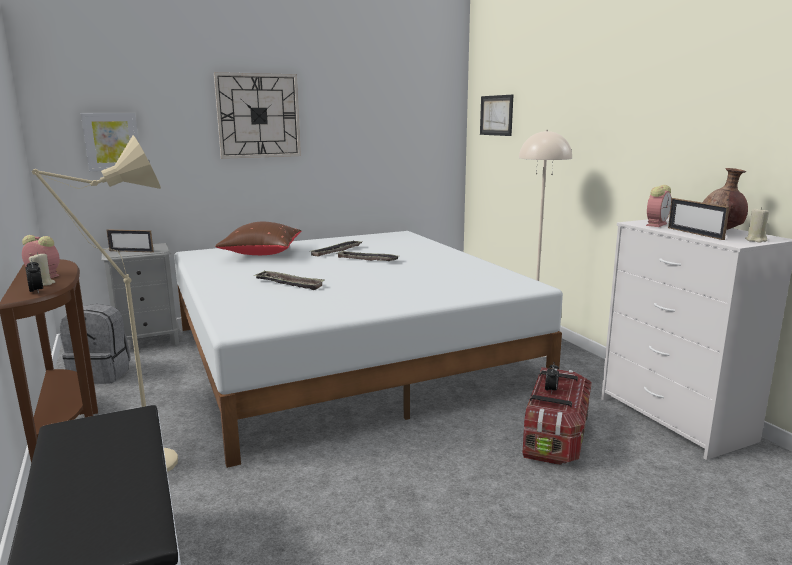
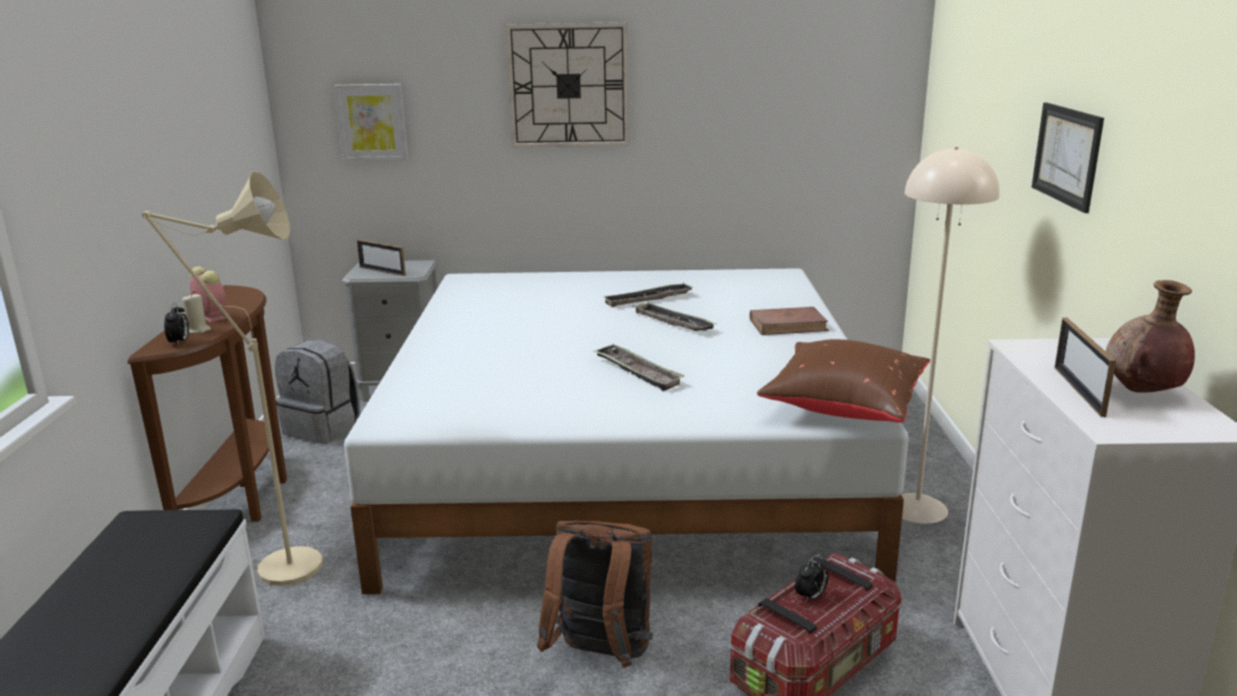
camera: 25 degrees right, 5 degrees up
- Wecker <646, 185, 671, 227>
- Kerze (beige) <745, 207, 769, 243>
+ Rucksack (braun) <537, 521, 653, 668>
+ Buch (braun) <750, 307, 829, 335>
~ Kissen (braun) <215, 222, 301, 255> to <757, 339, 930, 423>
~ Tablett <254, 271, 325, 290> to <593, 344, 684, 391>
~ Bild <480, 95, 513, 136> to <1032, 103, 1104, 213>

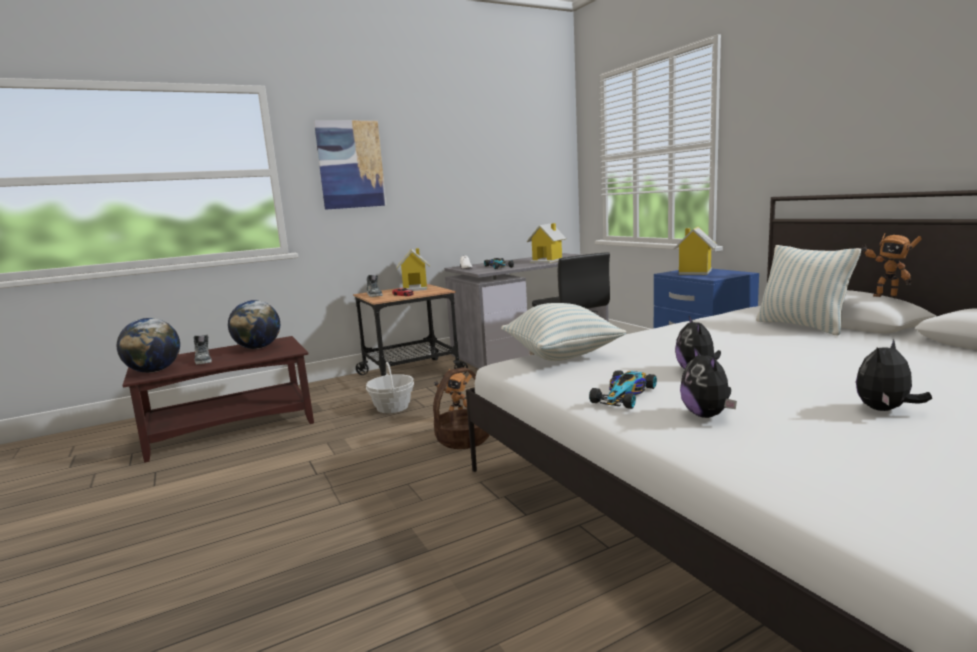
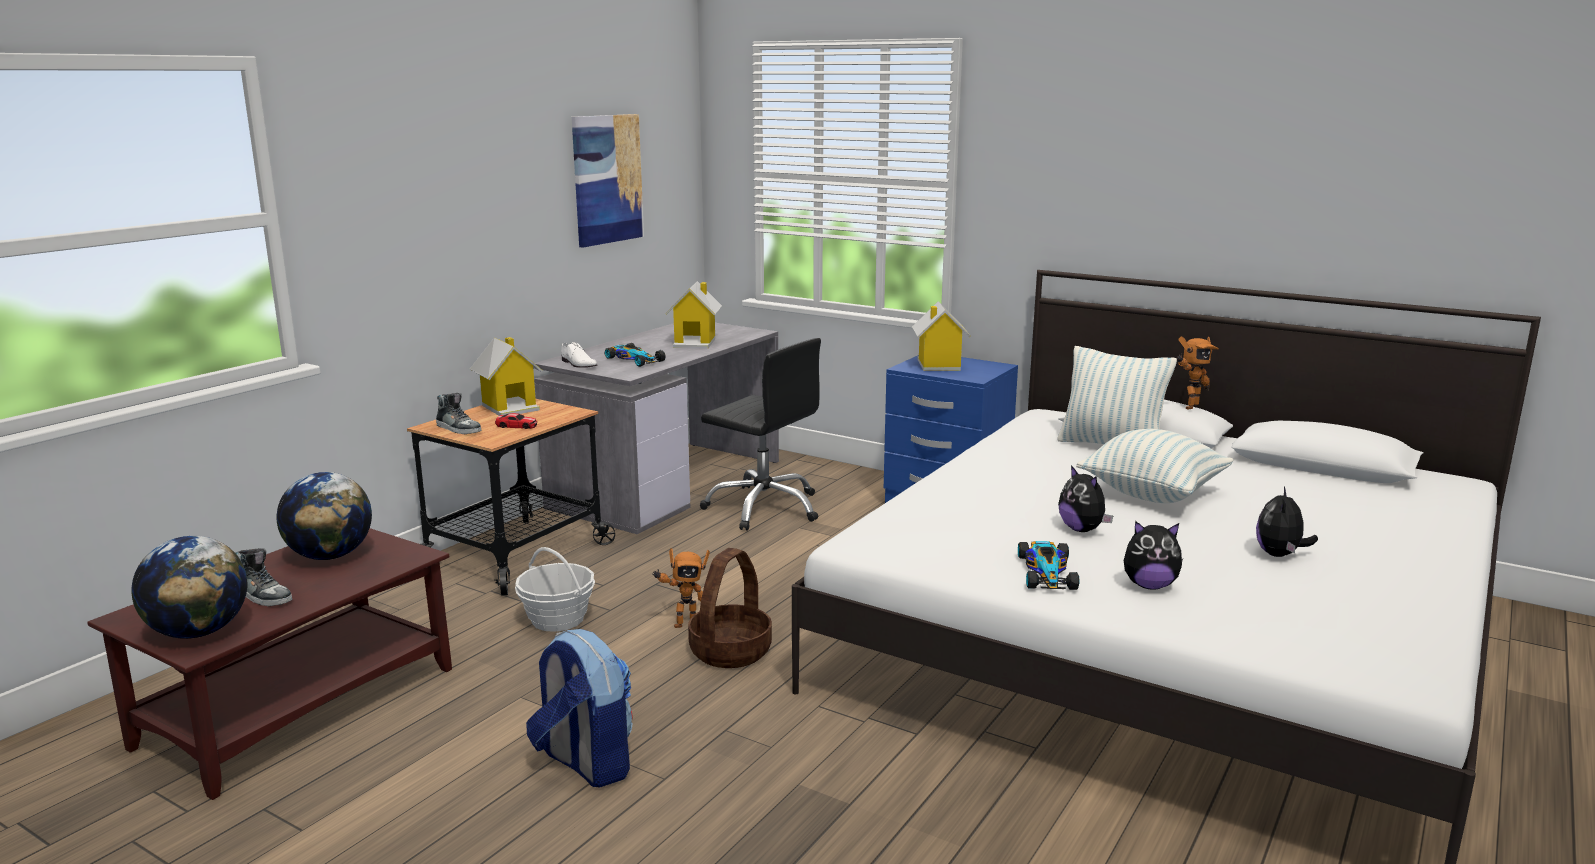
camera: 30 degrees left, 5 degrees up
+ Rucksack <526, 629, 633, 787>
~ Bild <314, 120, 386, 210> to <572, 114, 644, 248>
~ Kissen <501, 303, 626, 361> to <1076, 429, 1234, 503>
~ Plüschtier <680, 347, 737, 418> = <1124, 521, 1183, 590> 45 degrees counterclockwise
~ Spielzeugroboter <860, 233, 922, 297> = <1177, 336, 1218, 410> 45 degrees counterclockwise

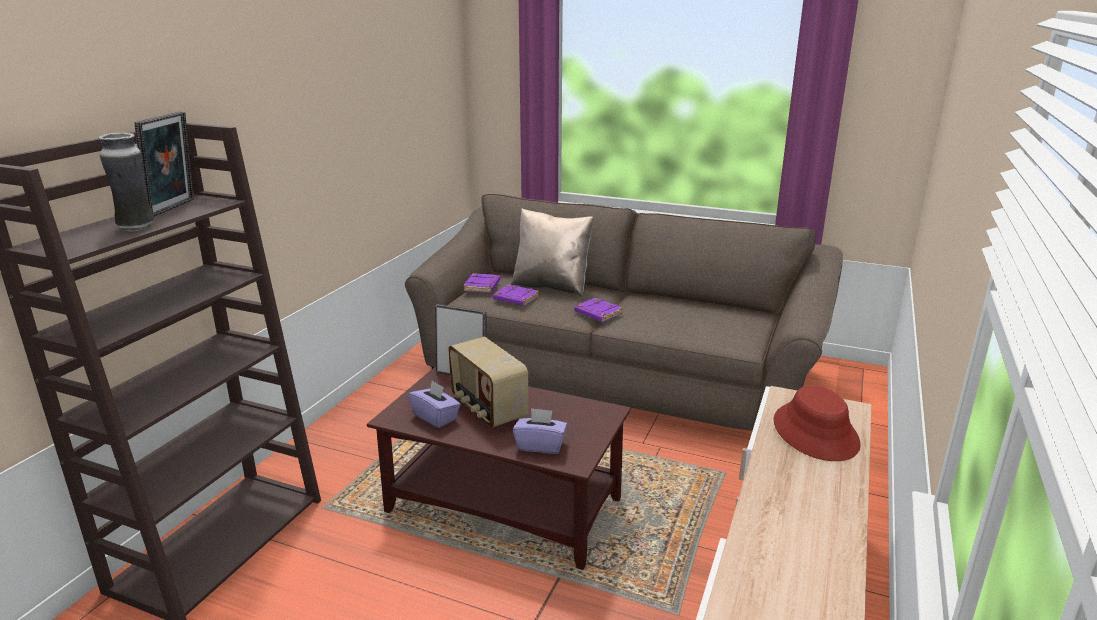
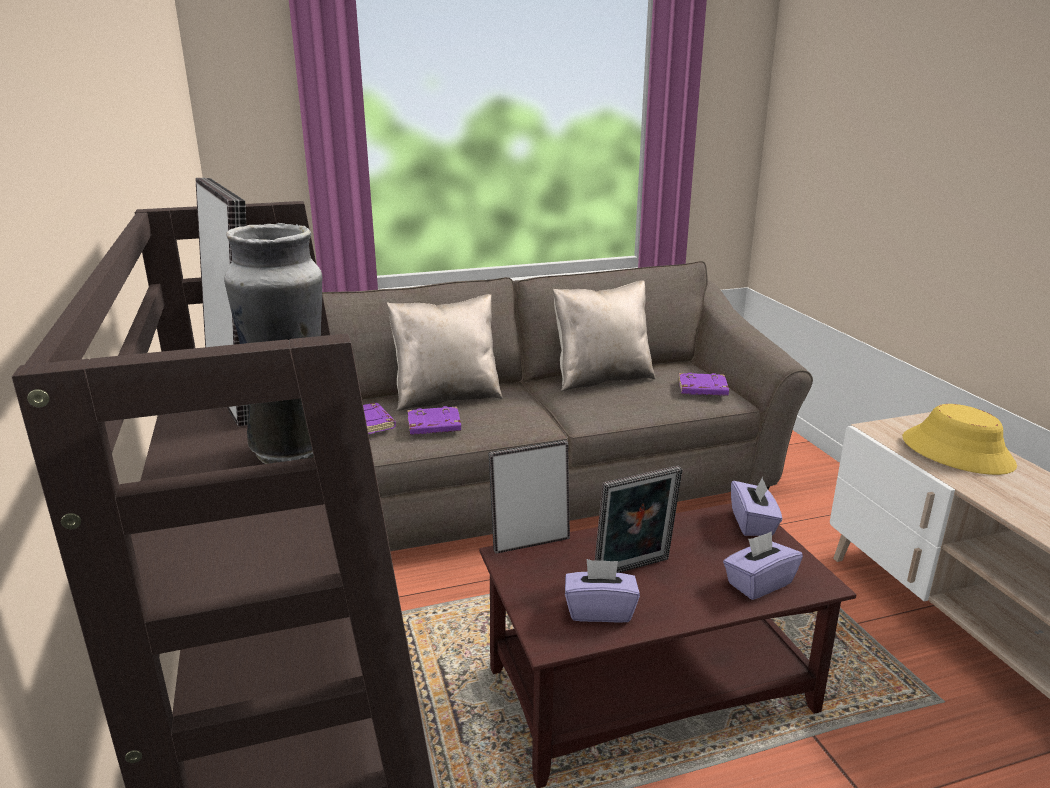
camera: 40 degrees left, 0 degrees up
+ Kissen (beige) <553, 280, 655, 391>
+ Taschentuchbox (lila) <731, 477, 782, 536>
~ Buch (lila) <574, 298, 623, 322> to <678, 373, 729, 396>
~ Radio <448, 337, 528, 428> to Bilderrahmen <595, 466, 682, 573>
~ Hut (rot) <774, 385, 861, 461> to Hut (gelb) <902, 404, 1017, 475>

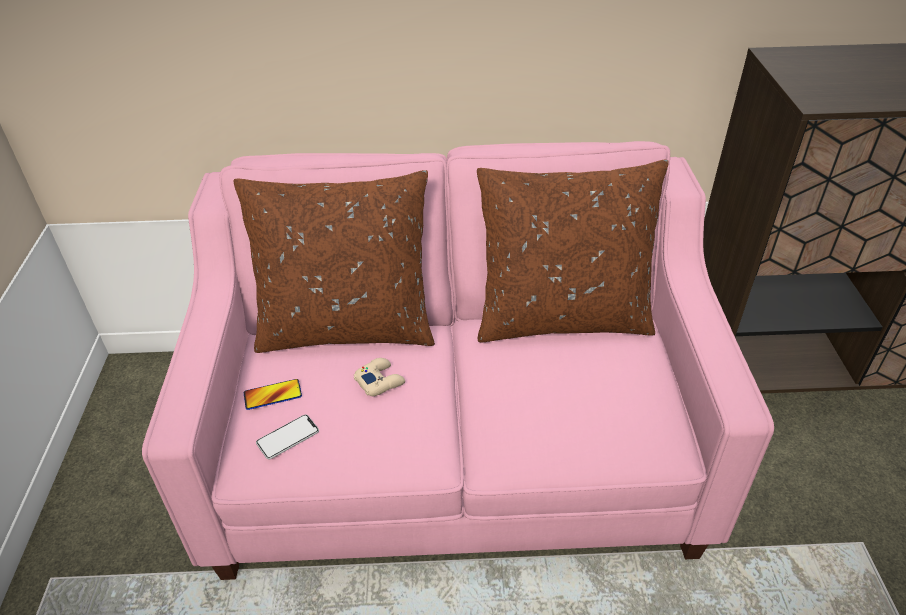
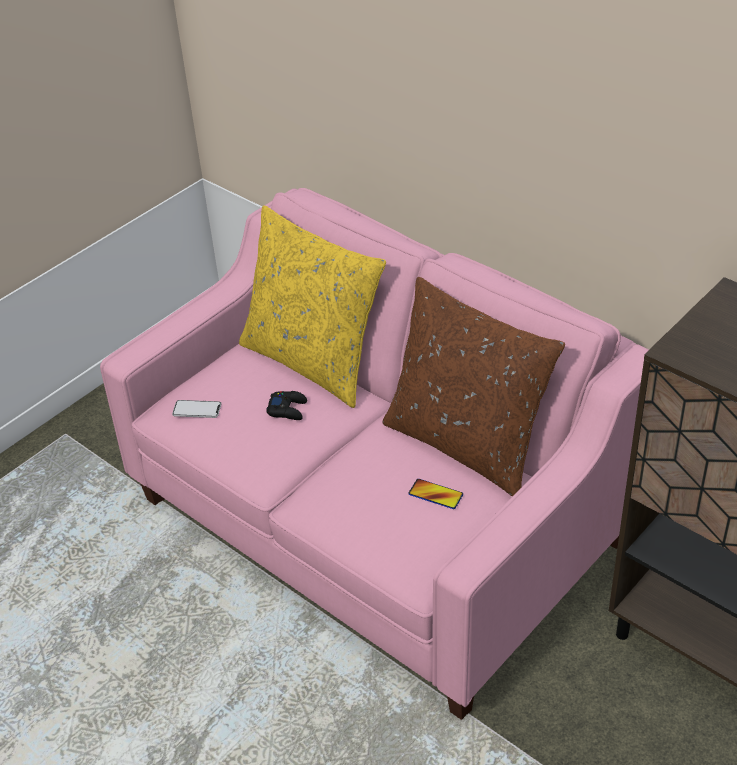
camera: 45 degrees right, 0 degrees up
~ Handy <244, 379, 302, 410> to <409, 479, 463, 509>
~ Kissen (braun) <233, 170, 435, 353> to Kissen (gelb) <239, 206, 386, 408>
~ Gamepad (beige) <354, 358, 405, 396> to Gamepad (schwarz) <266, 391, 307, 420>

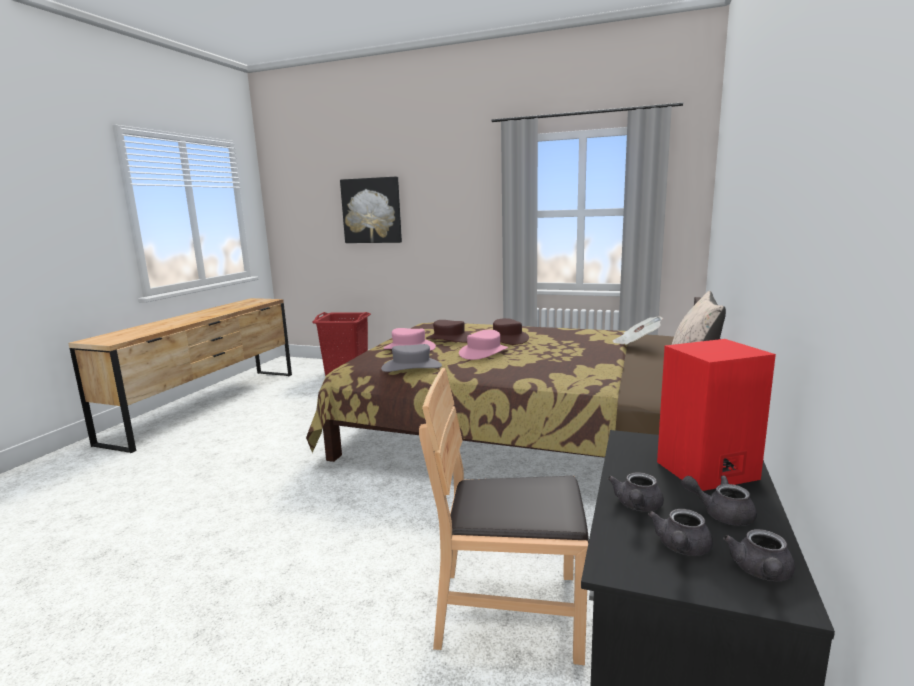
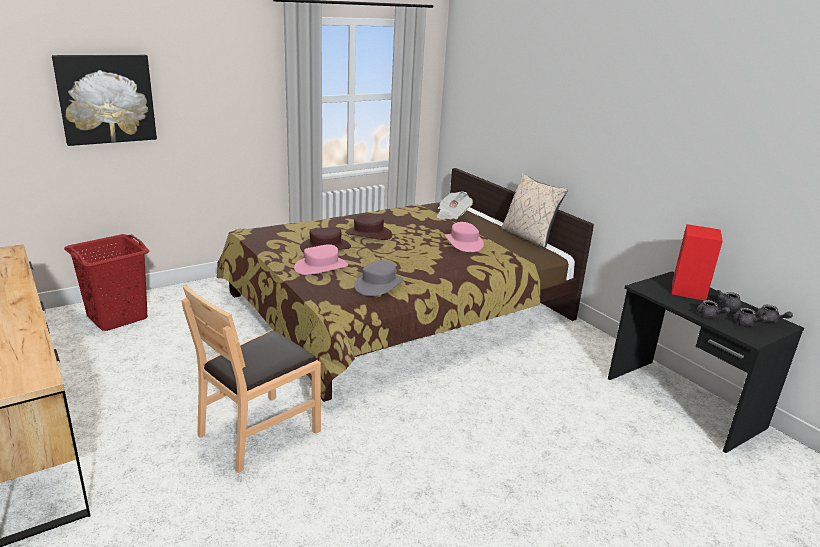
camera: 55 degrees left, 10 degrees up
~ Stuhl (braun) <419, 368, 589, 665> to <181, 285, 321, 473>
~ Hut (rosa) <459, 330, 508, 360> to <445, 222, 484, 252>

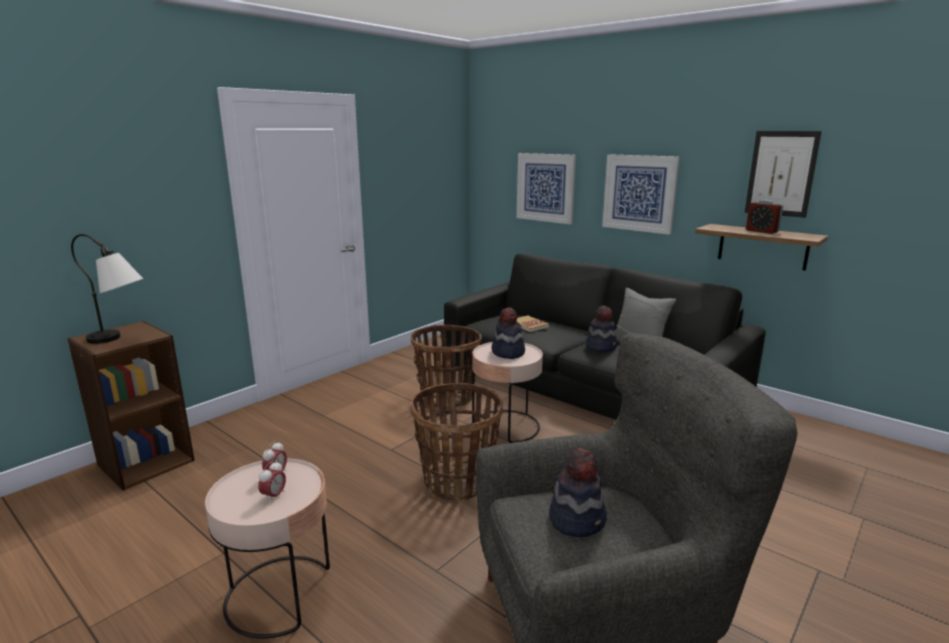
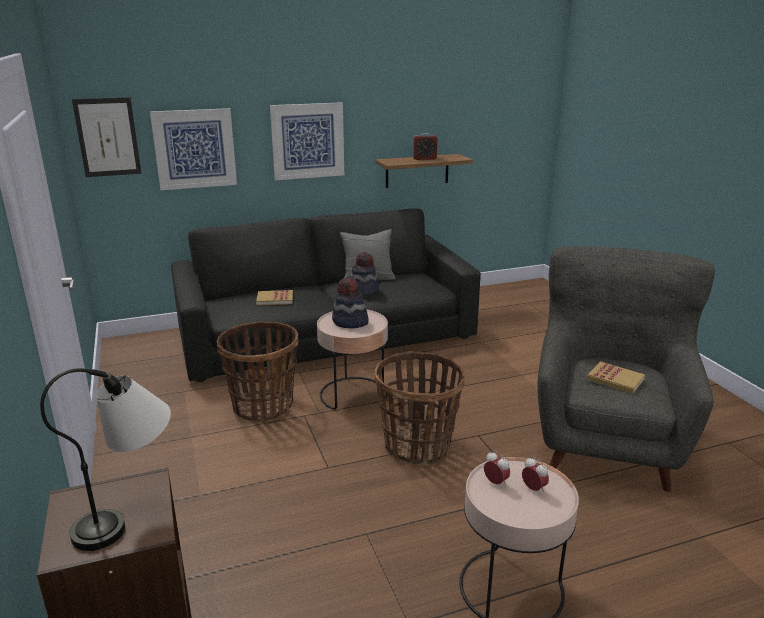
camera: 60 degrees left, 5 degrees up
~ Bild <745, 131, 822, 218> to <72, 97, 141, 177>
~ Hut <549, 448, 607, 537> to Buch <587, 361, 645, 394>

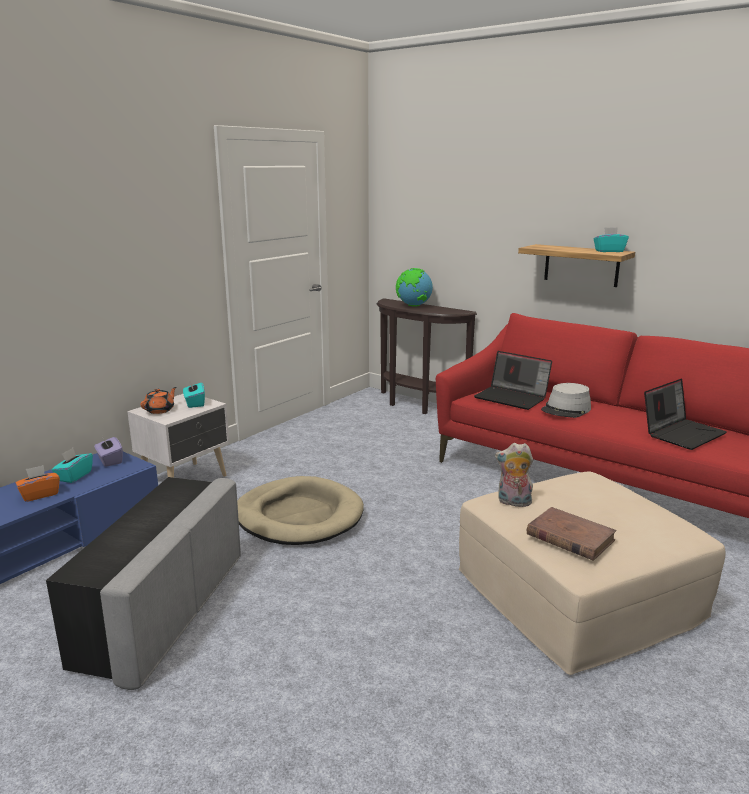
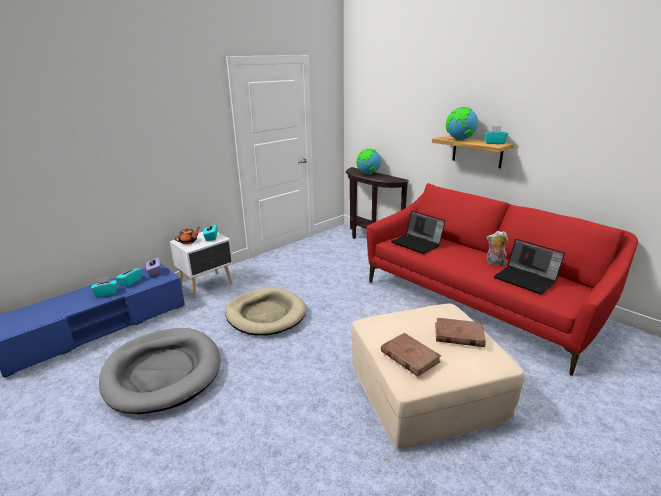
camera: 10 degrees right, 5 degrees up
- Hut (grau) <541, 383, 591, 418>
+ Buch (braun) <435, 318, 486, 347>
+ Globus <446, 107, 478, 140>
~ Plüschtier <495, 443, 533, 507> to <487, 231, 508, 266>
~ Polsterhocker (grau) <46, 477, 241, 690> to Hundebett (grau) <99, 328, 221, 414>
~ Taschentuchbox (orange) <16, 465, 60, 502> to Taschentuchbox (türkis) <91, 276, 117, 298>
~ Laptop <644, 378, 727, 450> = <494, 239, 565, 294> 75 degrees clockwise

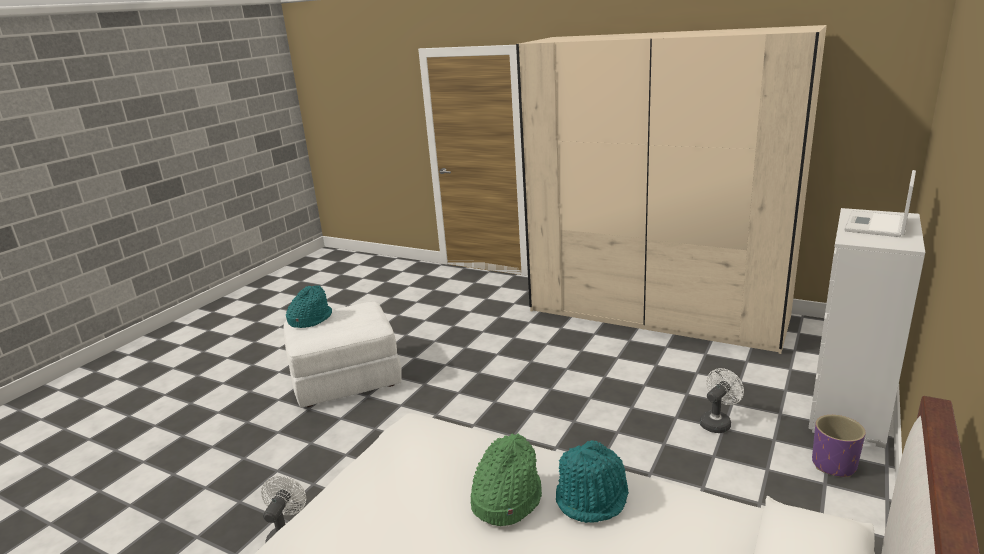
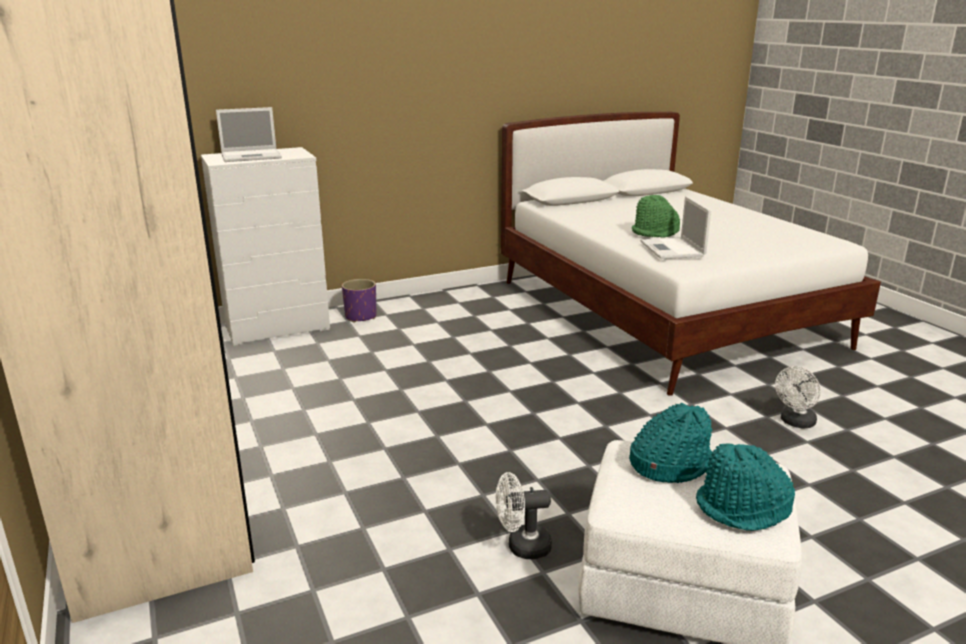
camera: 145 degrees left, 0 degrees up
+ Laptop <640, 196, 711, 259>
~ Hut (türkis) <556, 440, 629, 523> to <629, 403, 712, 483>
~ Ventilator (weiß) <700, 368, 744, 433> to <496, 472, 552, 559>

